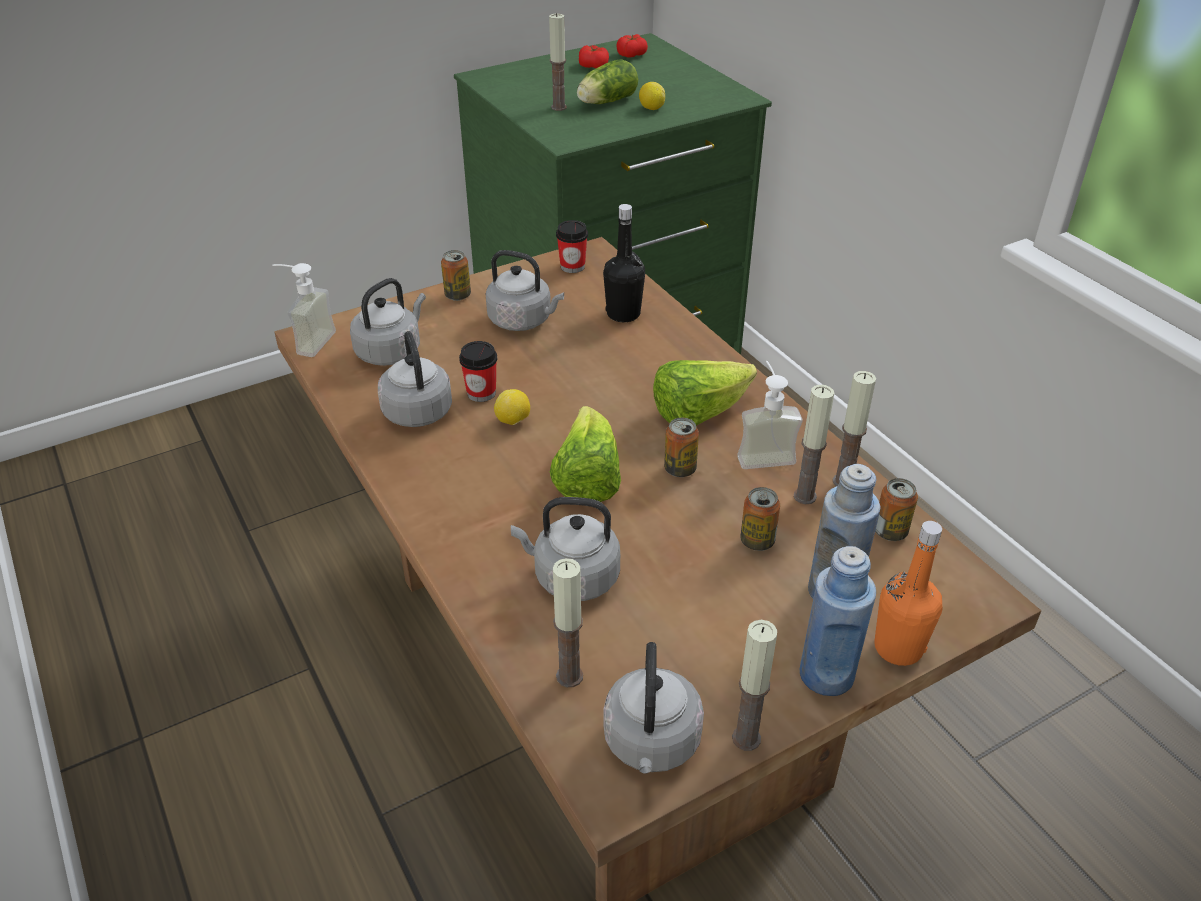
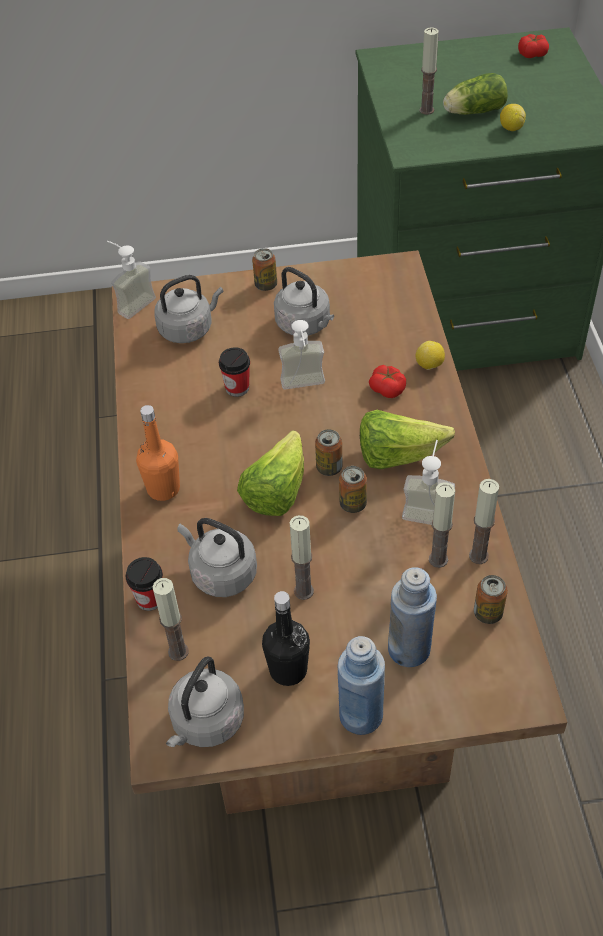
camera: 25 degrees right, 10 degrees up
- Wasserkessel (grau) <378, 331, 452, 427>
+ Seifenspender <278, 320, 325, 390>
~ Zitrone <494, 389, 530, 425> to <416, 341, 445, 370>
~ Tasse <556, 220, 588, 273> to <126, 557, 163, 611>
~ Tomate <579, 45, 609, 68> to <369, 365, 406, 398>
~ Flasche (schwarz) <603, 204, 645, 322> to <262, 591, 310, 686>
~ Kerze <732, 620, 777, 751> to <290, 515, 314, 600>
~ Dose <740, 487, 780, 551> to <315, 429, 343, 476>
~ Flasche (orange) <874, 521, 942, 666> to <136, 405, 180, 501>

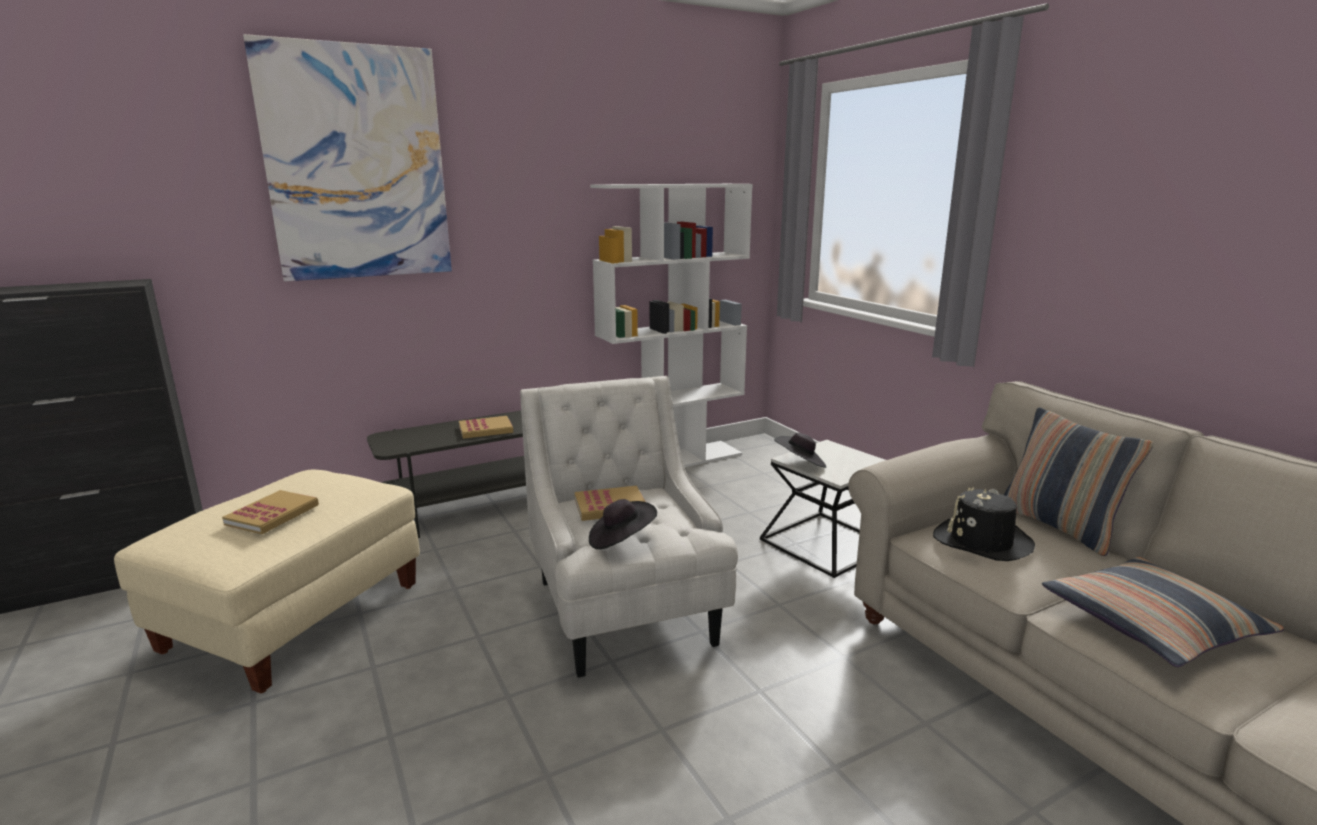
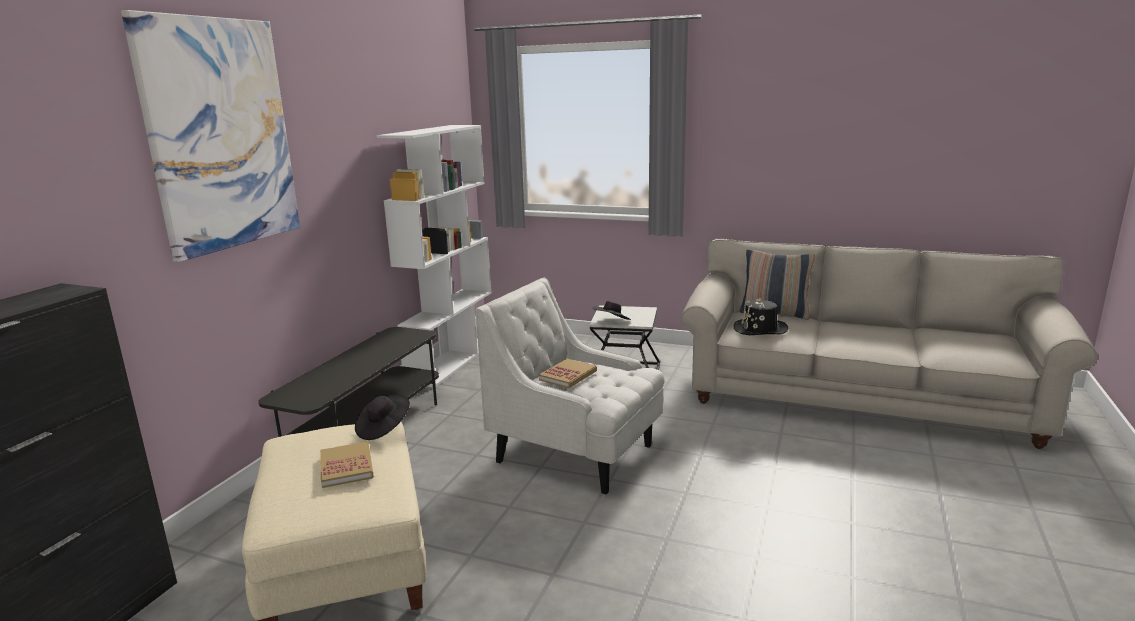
camera: 40 degrees left, 0 degrees up
- Buch <459, 416, 513, 439>
- Kissen <1042, 557, 1284, 667>
~ Hut (schwarz) <589, 499, 657, 549> to <355, 395, 410, 440>

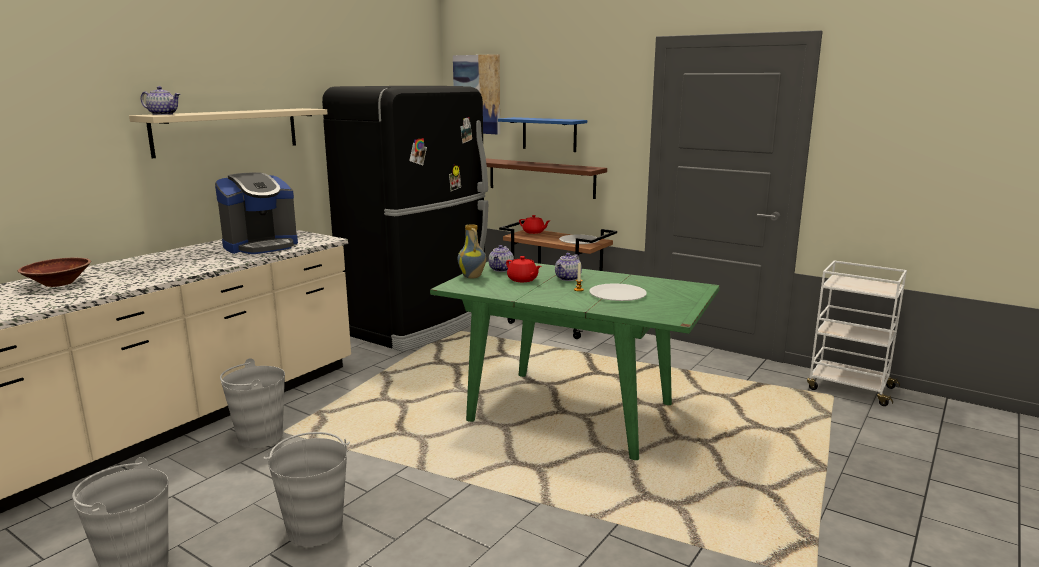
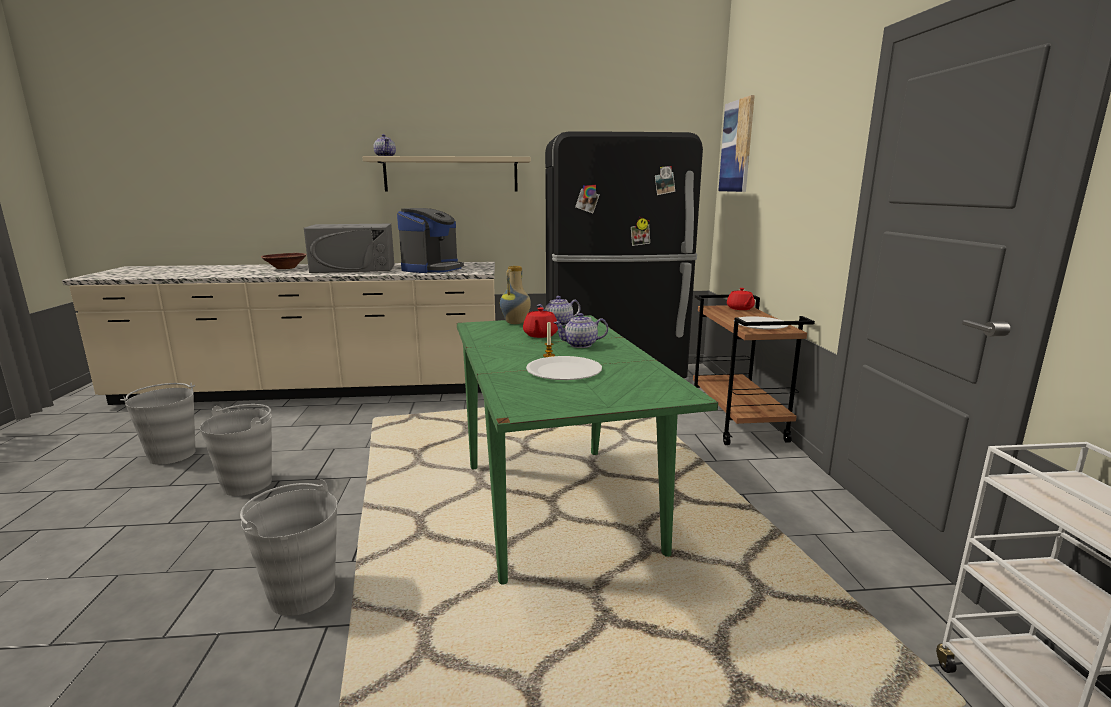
camera: 50 degrees right, 0 degrees up
- Wandregal (braun) <486, 158, 607, 199>
- Wandregal (blau) <498, 117, 587, 152>
+ Mikrowelle (grau) <304, 224, 394, 273>
~ Eimer (grau) <220, 358, 285, 448> to <240, 479, 337, 616>
~ Kaffeemaschine <215, 172, 298, 254> = <397, 208, 464, 273> 75 degrees counterclockwise

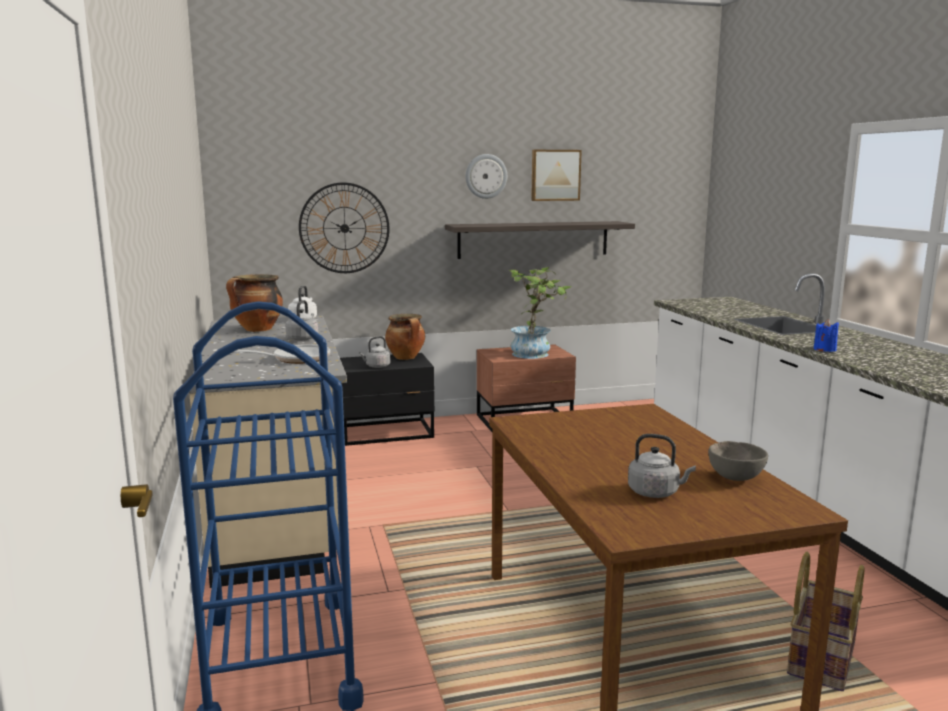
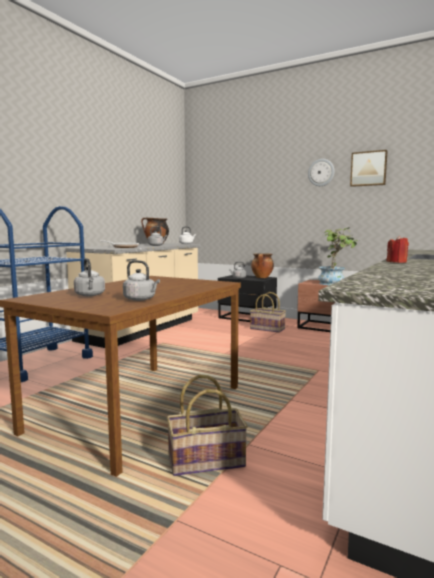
camera: 45 degrees right, 5 degrees down
- Wanduhr <299, 182, 389, 273>
- Wandregal <445, 221, 635, 259>
+ Korb <250, 292, 286, 333>
~ Schüssel (grau) <708, 441, 768, 481> to Wasserkessel (grau) <123, 260, 160, 301>
~ Kerze (blau) <814, 319, 839, 352> to Kerze (rot) <386, 236, 409, 263>

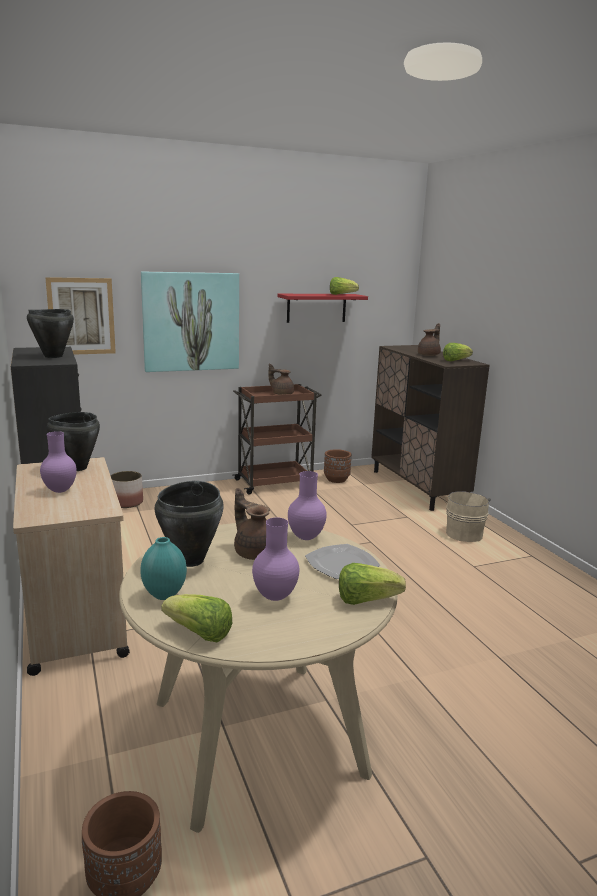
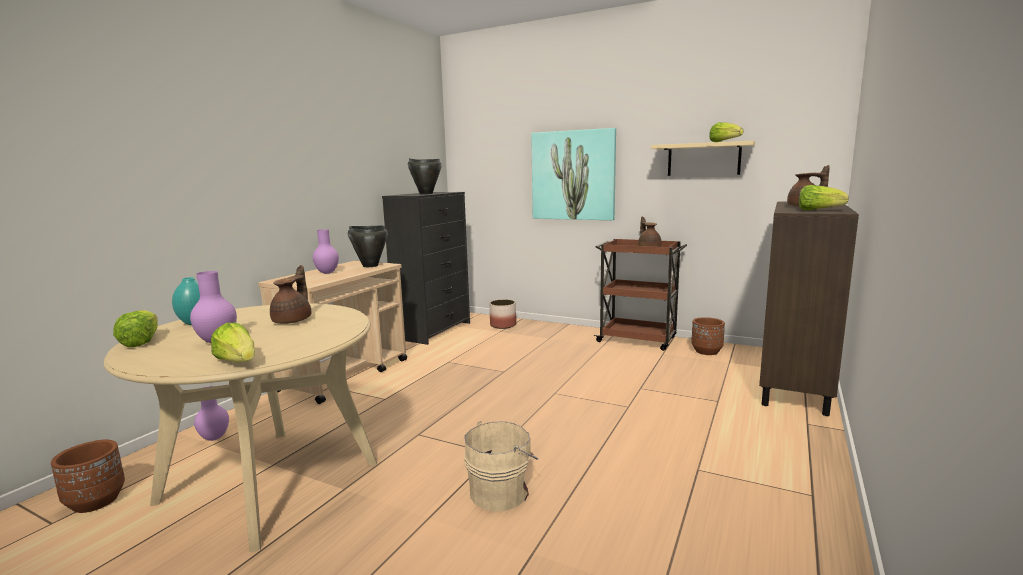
camera: 50 degrees right, 5 degrees down
- Bild <45, 277, 116, 355>
- Kochtopf (schwarz) <155, 481, 224, 567>
- Teller <305, 544, 380, 579>
~ Vase (lila) <288, 471, 327, 540> to <194, 386, 229, 441>
~ Eimer (beige) <444, 491, 491, 542> to <464, 421, 538, 512>
~ Wandregal (rot) <278, 294, 368, 323> to Wandregal (beige) <651, 141, 755, 176>

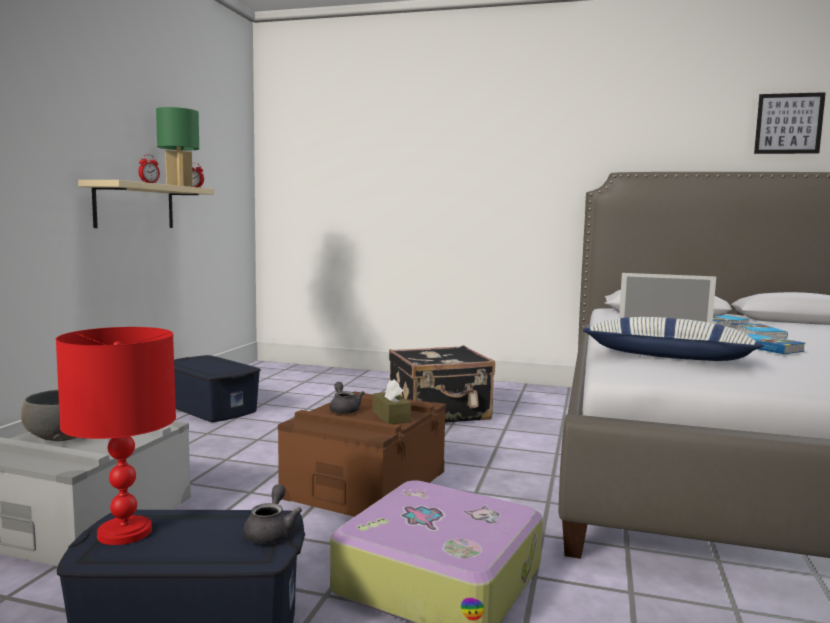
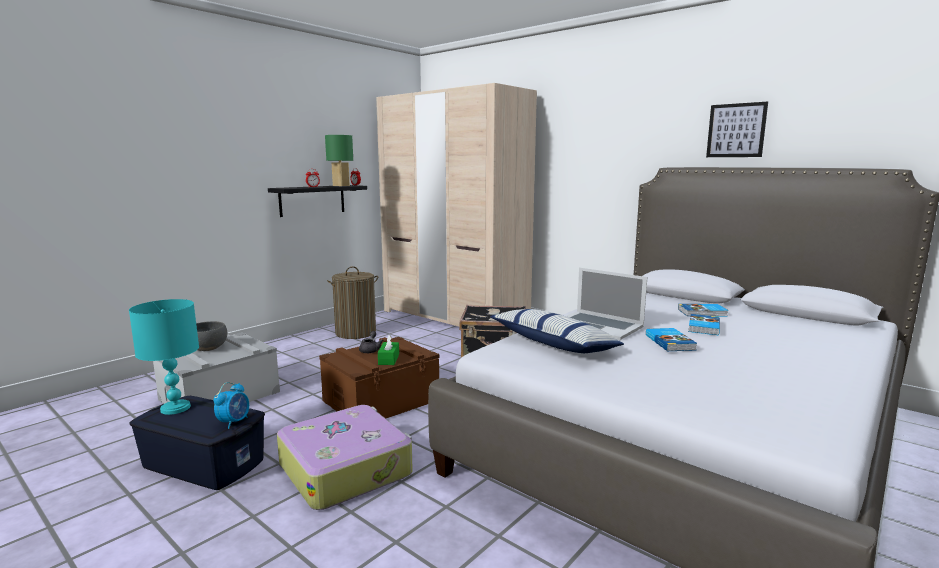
camera: 25 degrees right, 5 degrees up
+ Kleiderschrank (beige) <376, 83, 537, 327>
~ Bild <754, 92, 826, 154> to <706, 102, 768, 157>
~ Aufbewahrungsbox (blau) <174, 355, 261, 422> to Wäschekorb <327, 266, 378, 339>
~ Teekanne (grau) <243, 484, 302, 544> to Wecker <214, 382, 249, 429>
~ Tischlampe (rot) <56, 327, 176, 545> to Tischlampe (türkis) <129, 299, 199, 415>
~ Wandregal (beige) <78, 180, 214, 228> to Wandregal (schwarz) <268, 185, 367, 217>
~ Taschentuchbox (braun) <373, 379, 411, 424> to Taschentuchbox (grün) <378, 335, 399, 365>

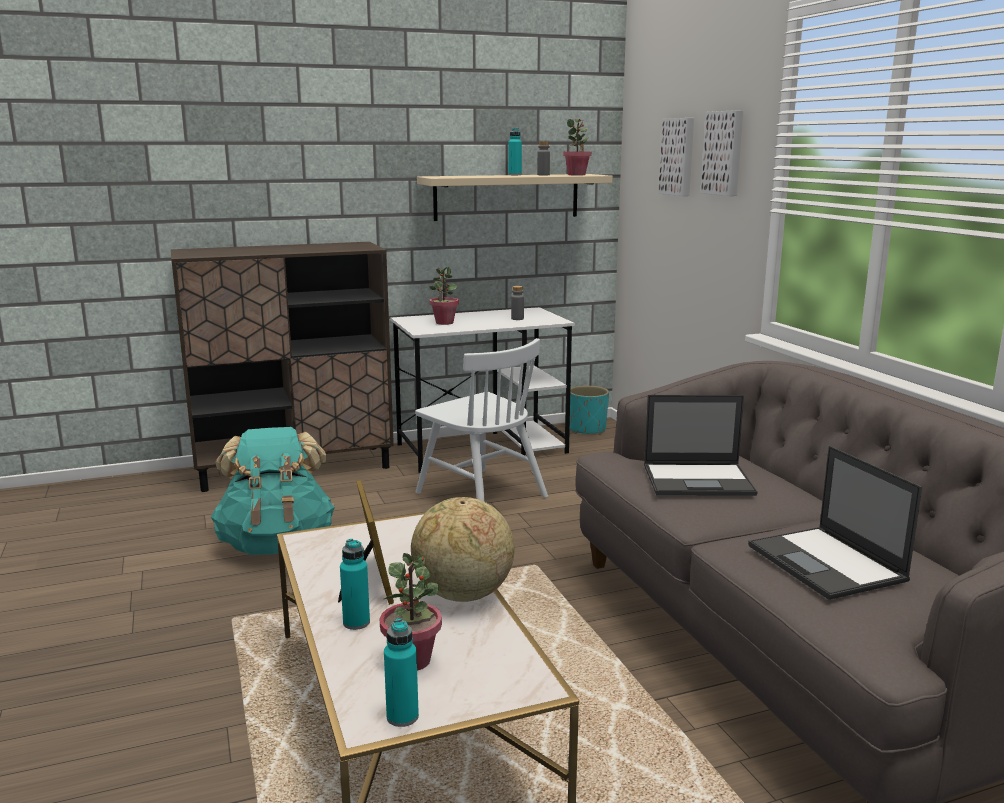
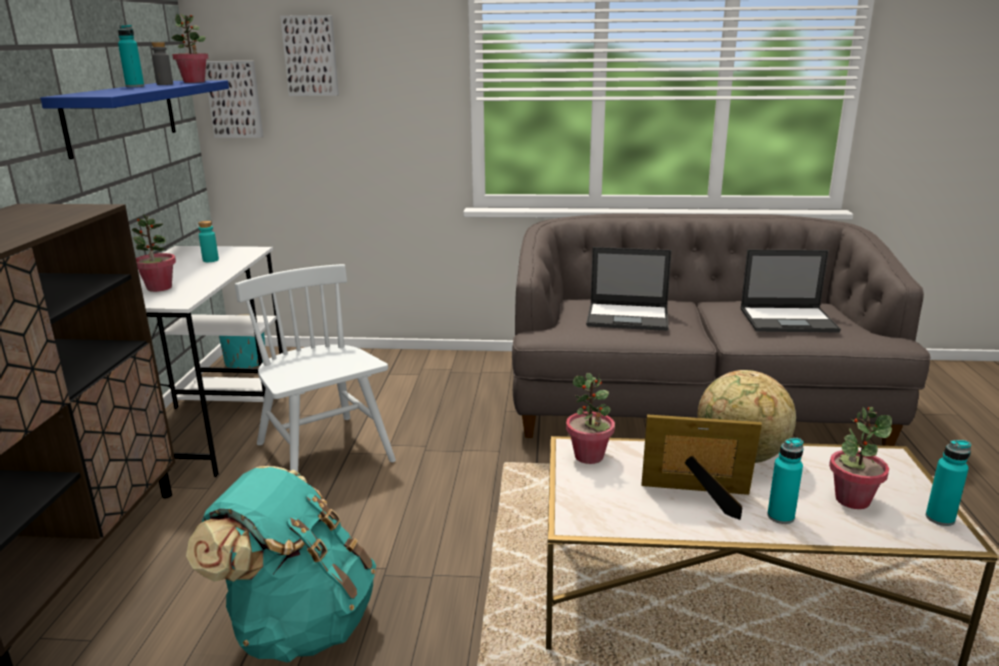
camera: 65 degrees left, 5 degrees up
+ Topfpflanze <566, 373, 615, 464>
~ Bild <700, 110, 743, 196> to <205, 61, 263, 138>
~ Wandregal (beige) <417, 174, 613, 221> to Wandregal (blau) <40, 80, 229, 159>
~ Flasche (grau) <511, 286, 524, 320> to Flasche (türkis) <198, 221, 219, 262>
~ Stuhl (weiß) <415, 338, 548, 502> = <235, 264, 396, 472> 105 degrees counterclockwise
~ Laptop <644, 395, 758, 496> = <586, 247, 671, 331> 75 degrees clockwise

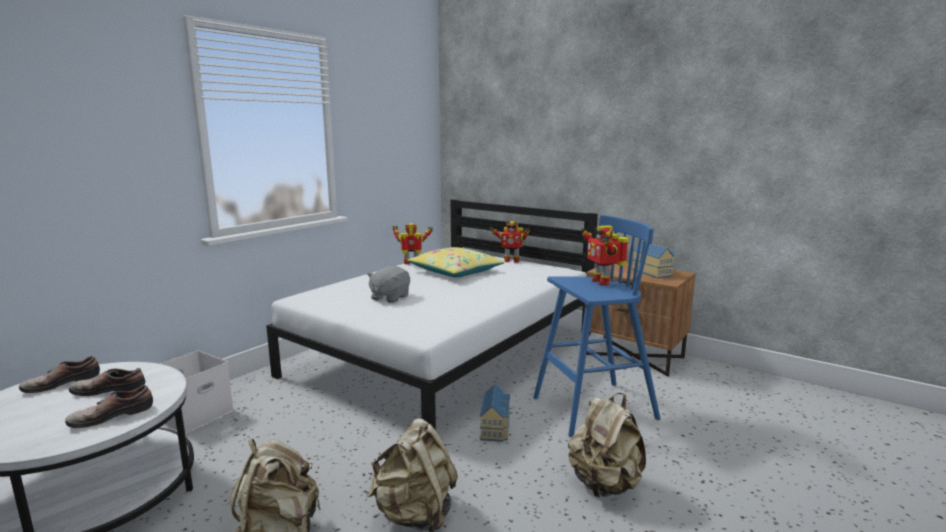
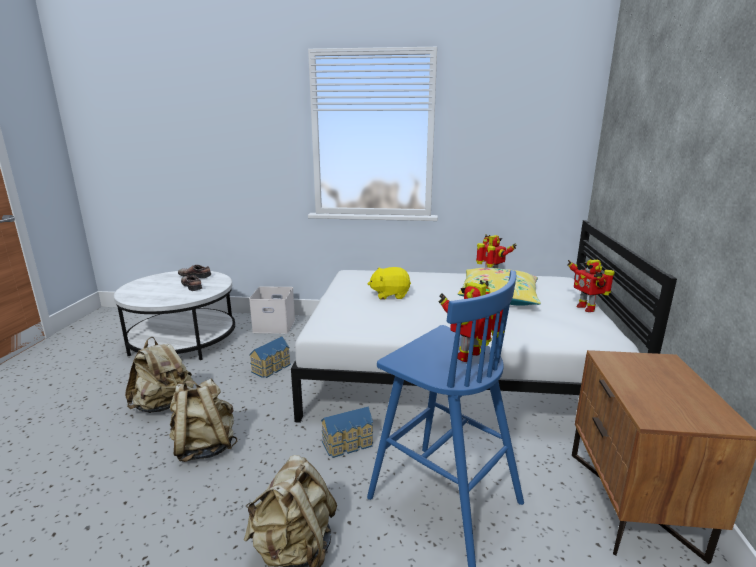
camera: 60 degrees right, 5 degrees up
- Schuh <65, 385, 153, 428>
~ Spielzeughaus <632, 241, 675, 279> to <249, 337, 291, 378>
~ Plüschtier (grau) <367, 266, 410, 303> to Plüschtier (gelb) <368, 267, 411, 299>

